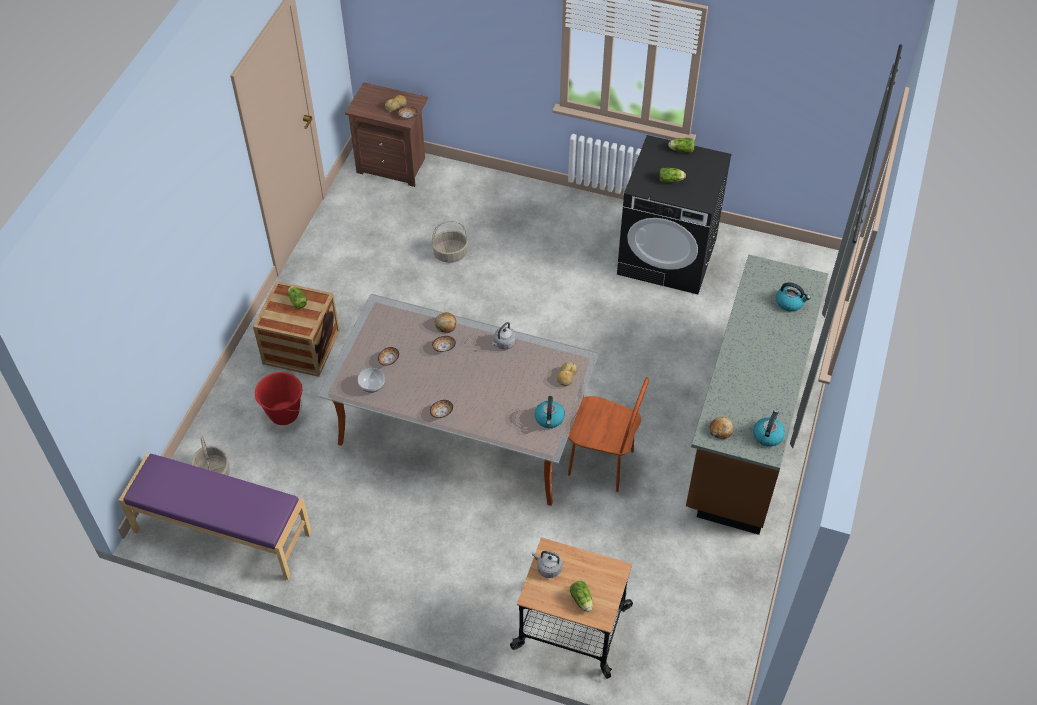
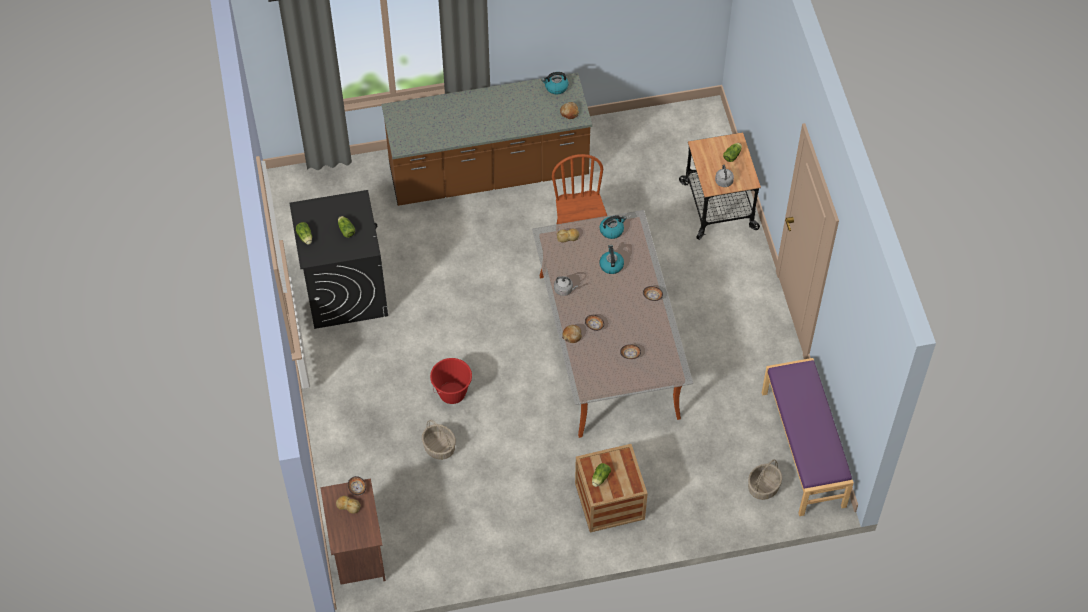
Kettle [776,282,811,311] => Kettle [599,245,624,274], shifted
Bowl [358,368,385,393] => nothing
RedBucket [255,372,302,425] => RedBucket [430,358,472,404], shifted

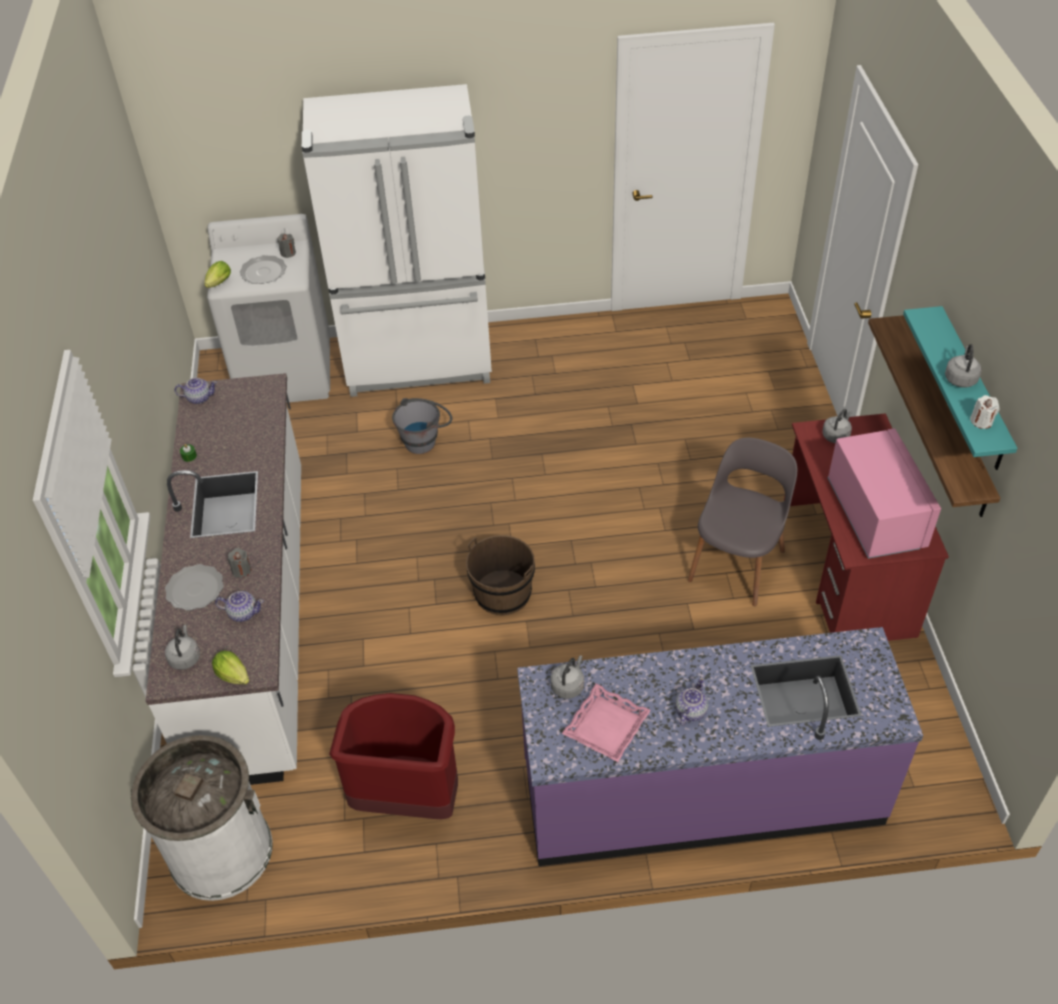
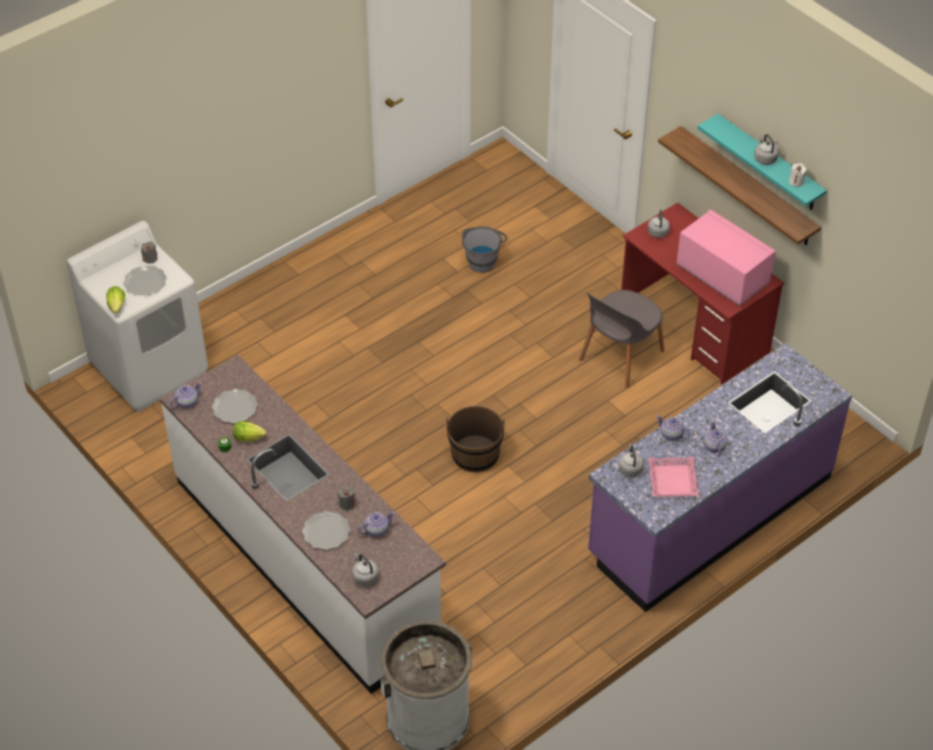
WhiteFridge [302,84,492,397] => nothing
GreyBucket [392,398,452,454] => GreyBucket [462,226,507,273], shifted
GreyChair [688,438,797,606] => GreyChair [579,290,664,388], 135 degrees counterclockwise
Lettuce [212,651,249,684] => Lettuce [233,421,267,442], shifted
RedTrashCan [329,693,458,819] => nothing
nothing => Plate [212,389,258,423]
nothing => Teapot [656,415,691,441]

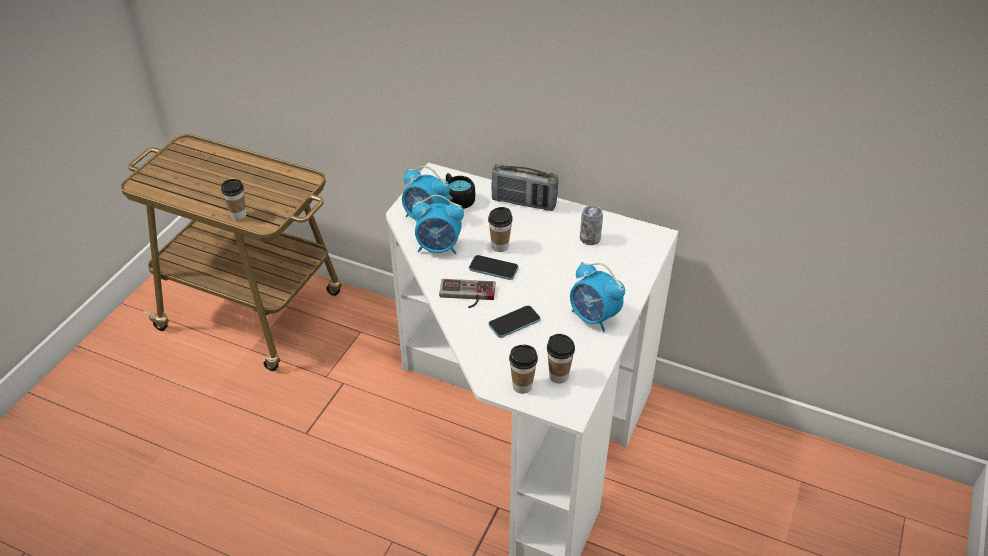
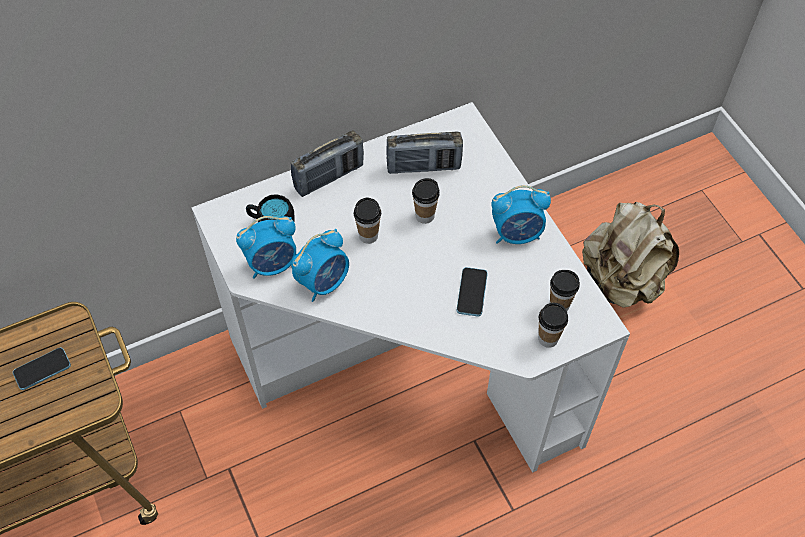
Cup [221,179,246,220] => Cup [412,178,440,224], shifted
Can [580,205,603,245] => Radio [386,132,463,174]
Phone [469,255,519,280] => Phone [13,348,71,390], shifted
GameController [439,279,496,308] => nothing
nothing => BeigeBackpack [582,201,679,308]

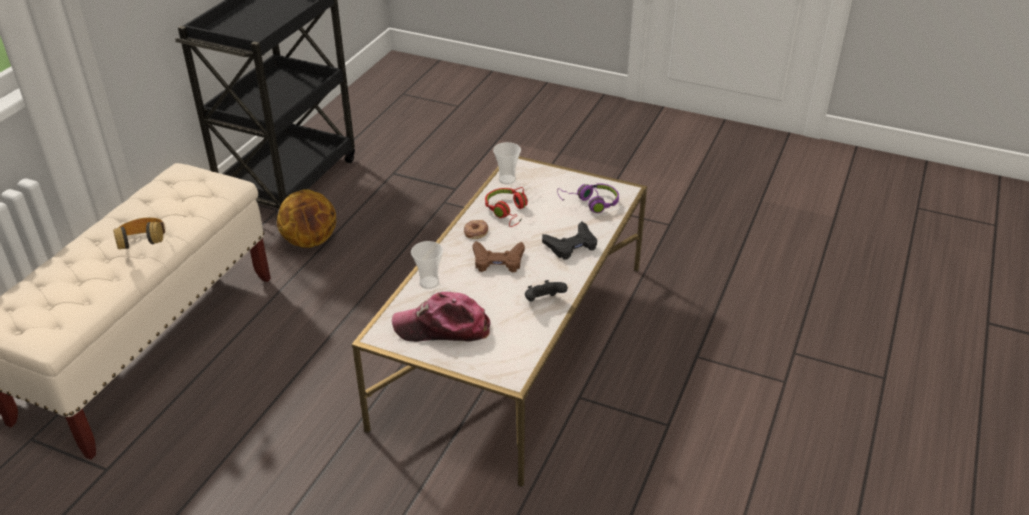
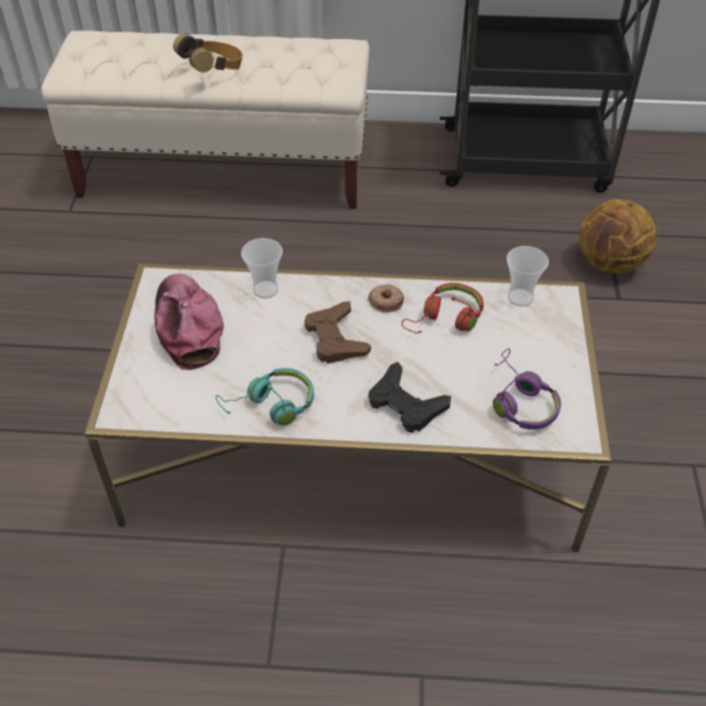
Basketball [277,189,336,248] => Basketball [579,199,657,274], shifted
BlackGameController [525,280,568,302] => TurquoiseHeadphones [216,368,314,426]

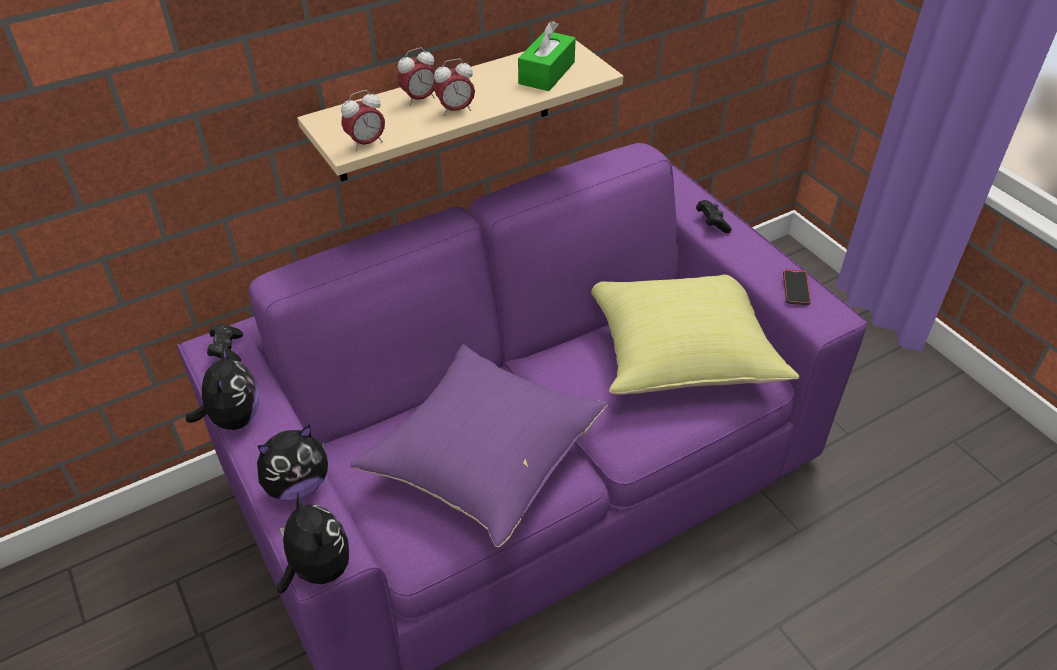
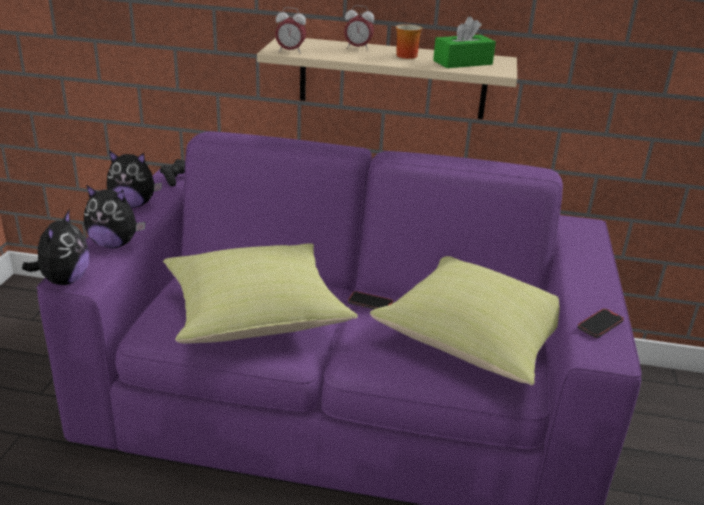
AlarmClock [434,59,475,116] => nothing
BlackGameController [696,200,732,233] => nothing
PurplePillow [350,344,608,547] => YellowPillow [163,243,358,344]
PlushToy [186,345,259,430] => PlushToy [107,151,162,208], 60 degrees clockwise
nothing => Mug [396,24,422,59]
nothing => Phone [348,291,393,309]

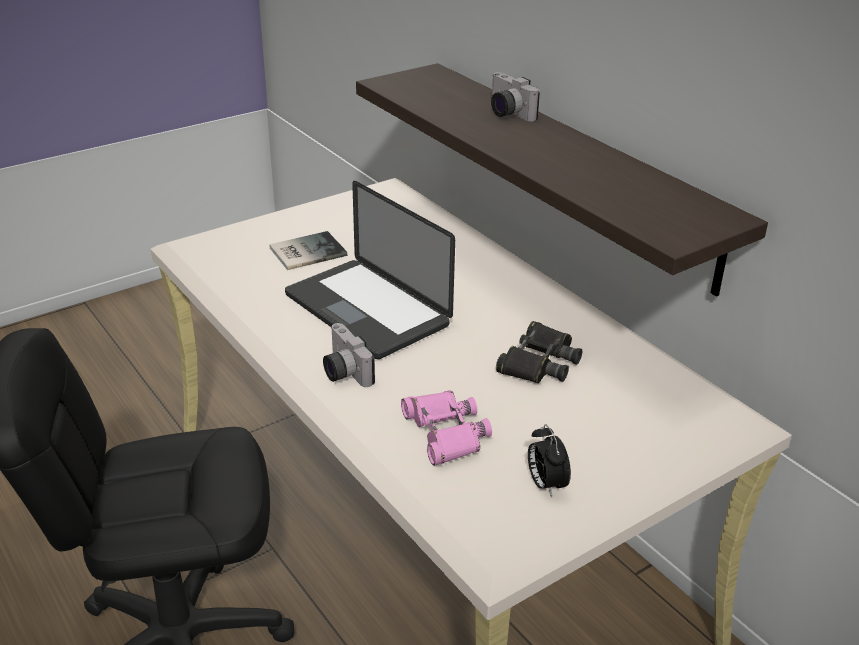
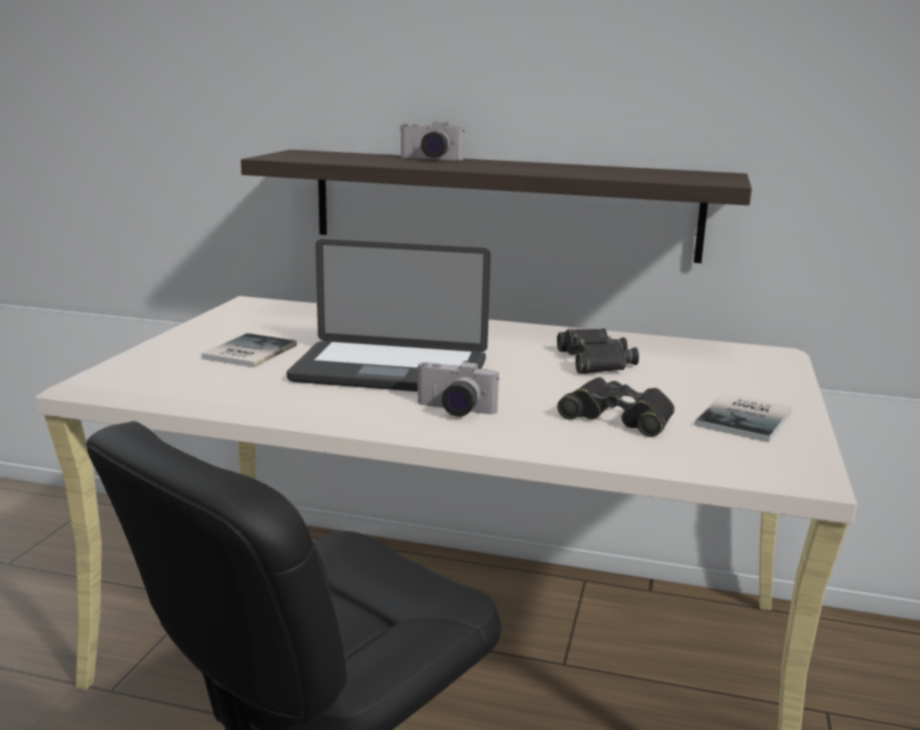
PinkBinoculars [401,391,492,466] => BlackBinoculars [557,377,675,437]
AlarmClock [528,424,571,497] => Book [695,393,792,442]

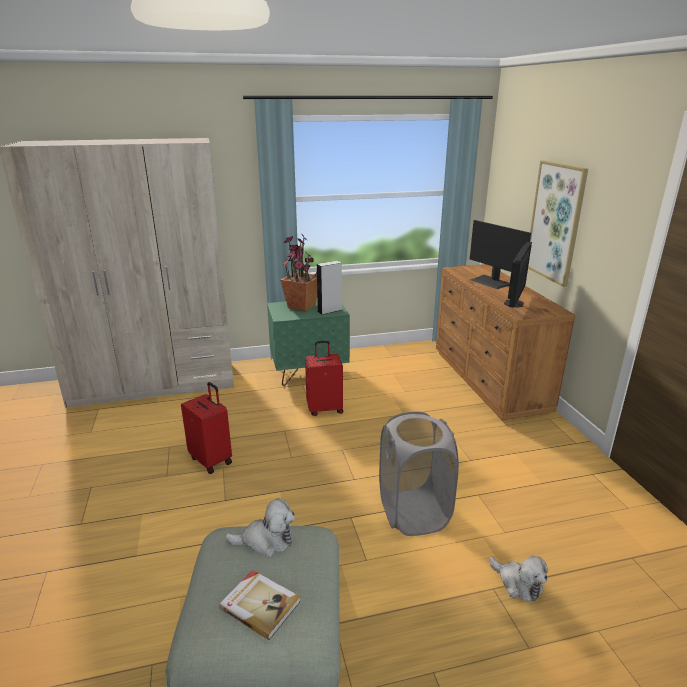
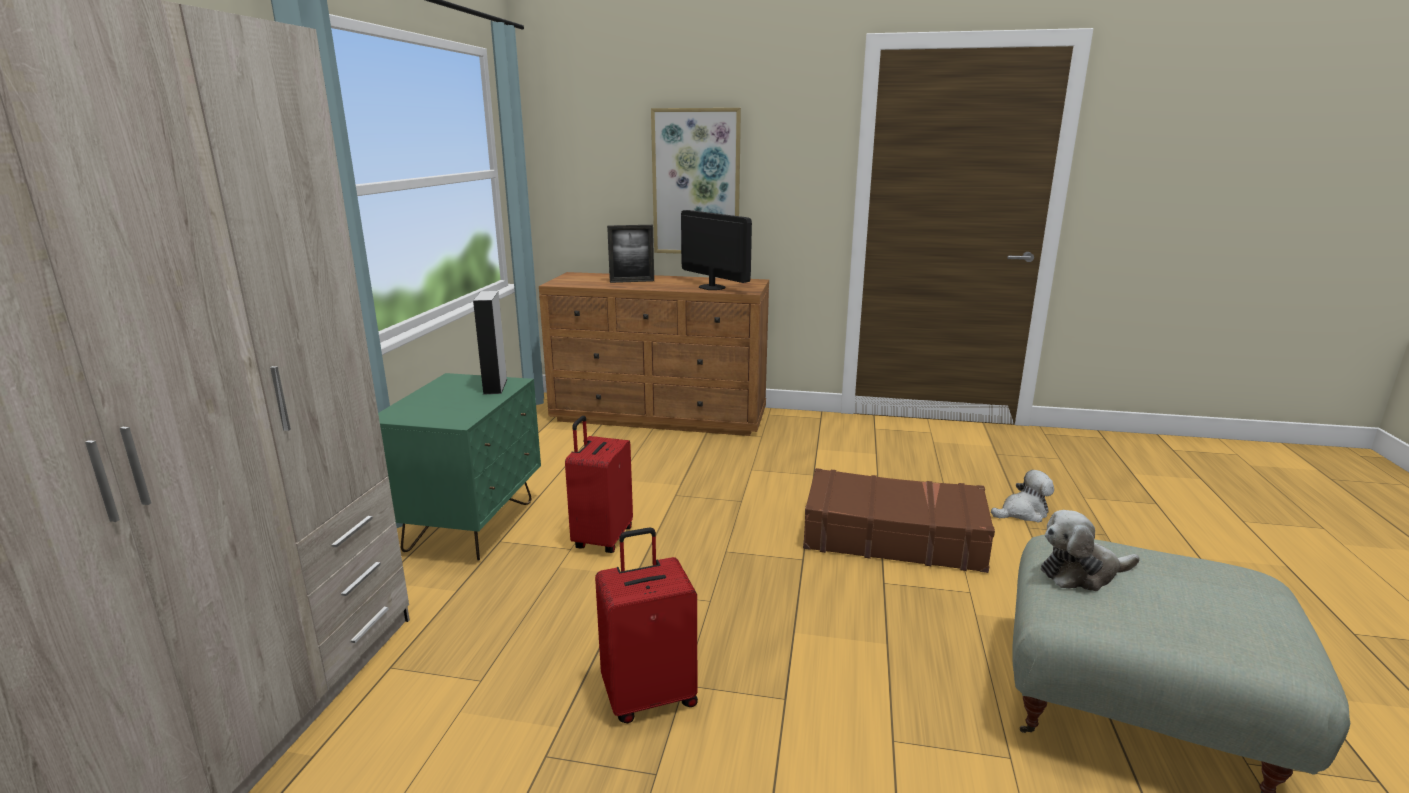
Monitor [470,220,531,289] => PictureFrame [607,225,654,283]
PottedPlant [280,234,317,312] => nothing
GreyLaundryBasket [379,411,459,536] => BrownSuitcase [803,468,995,573]
PlushToy [225,498,295,557] => PlushToy [1041,510,1139,591], 120 degrees counterclockwise
Book [219,570,300,640] => nothing

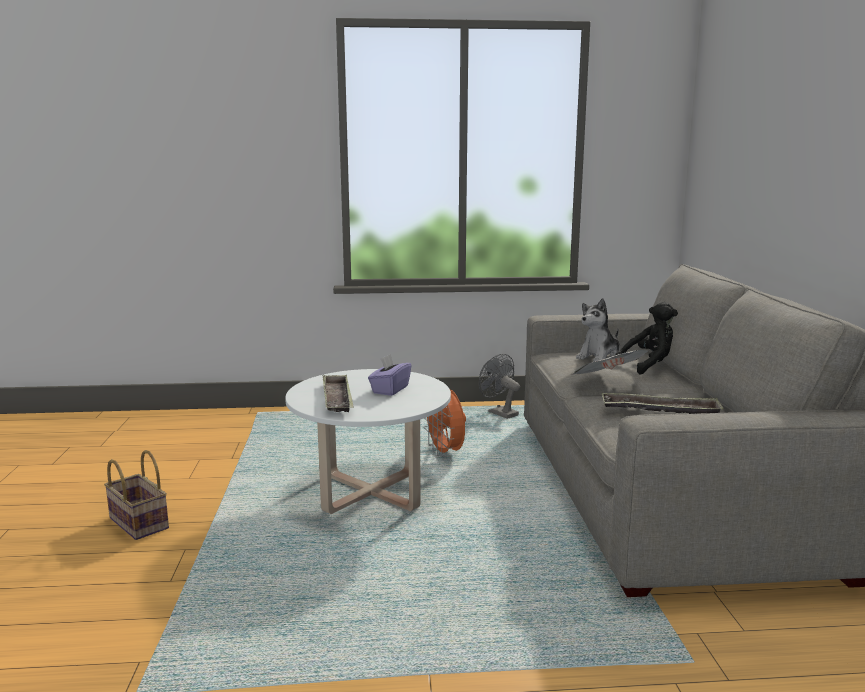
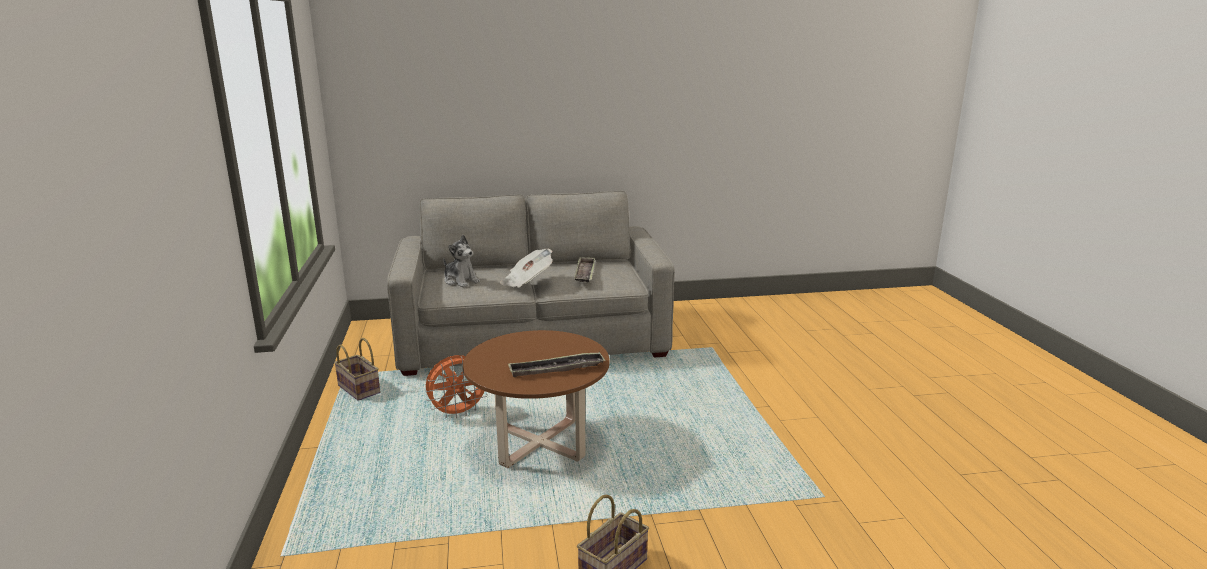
BlackPlushToy [615,302,678,374] => nothing
PurpleTissueBox [368,354,412,396] => nothing
GreyFan [479,354,520,419] => Basket [334,338,380,401]
WhiteCoffeeTable [285,369,451,514] => BrownCoffeeTable [463,330,610,468]

